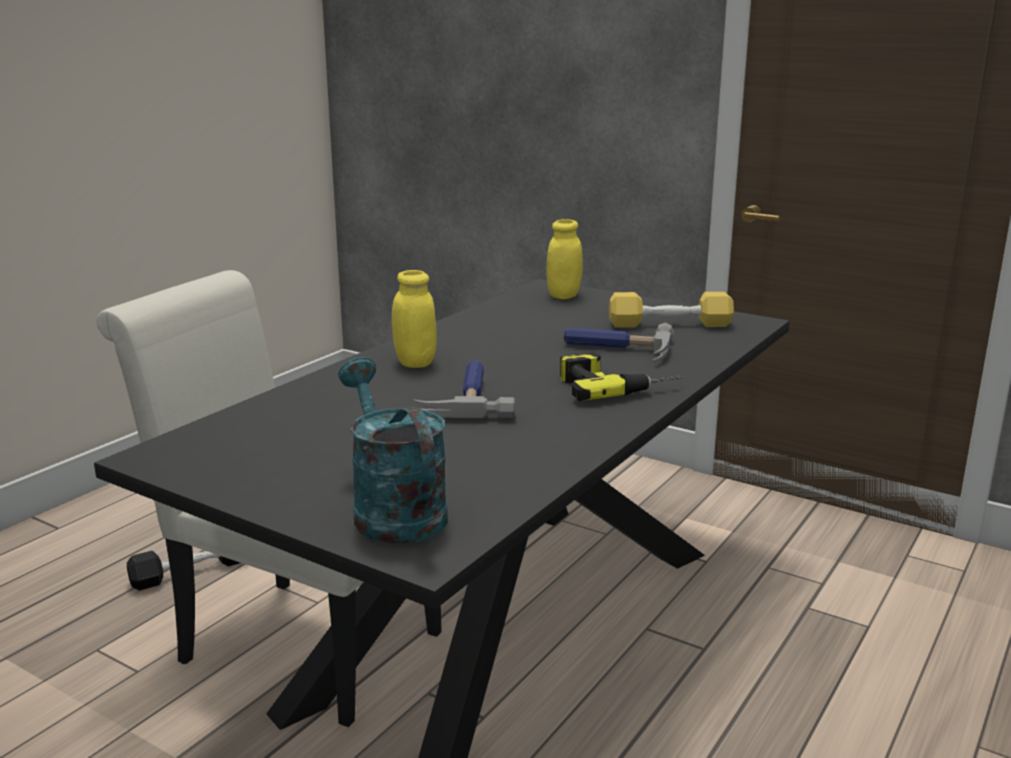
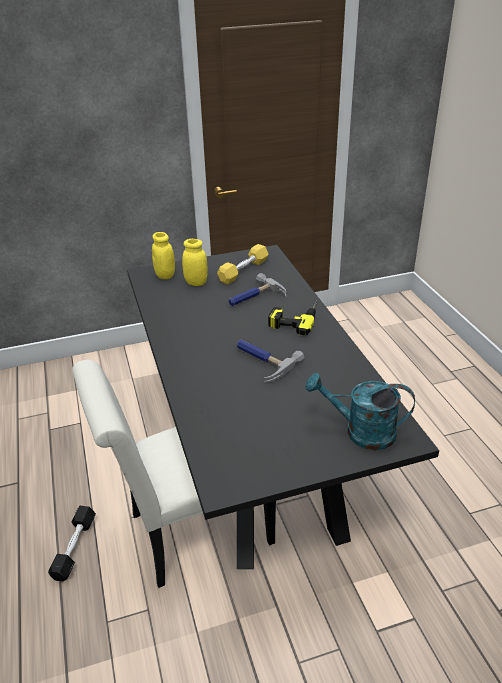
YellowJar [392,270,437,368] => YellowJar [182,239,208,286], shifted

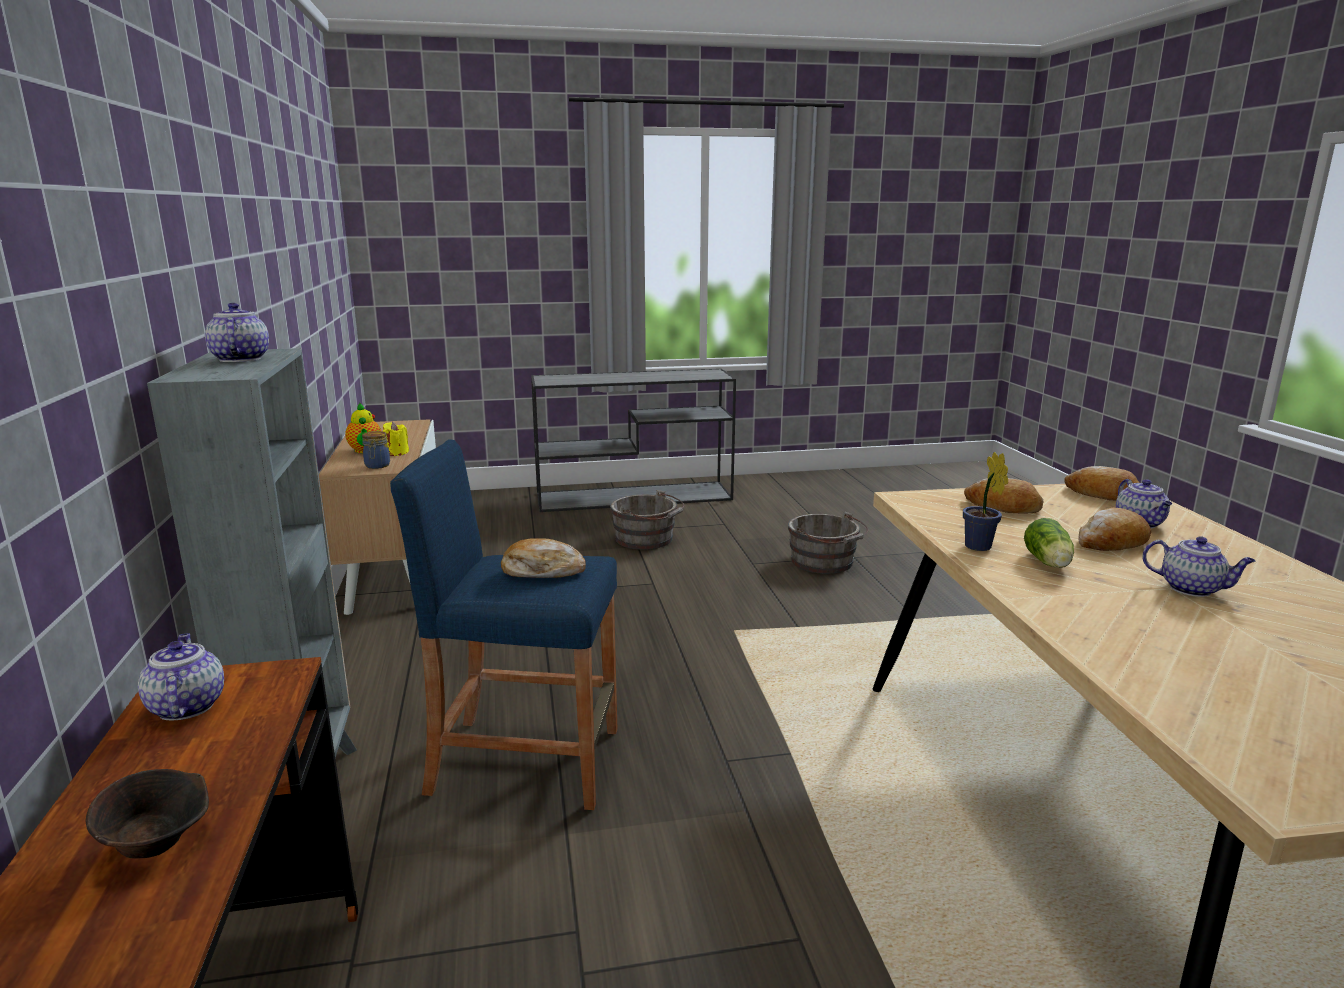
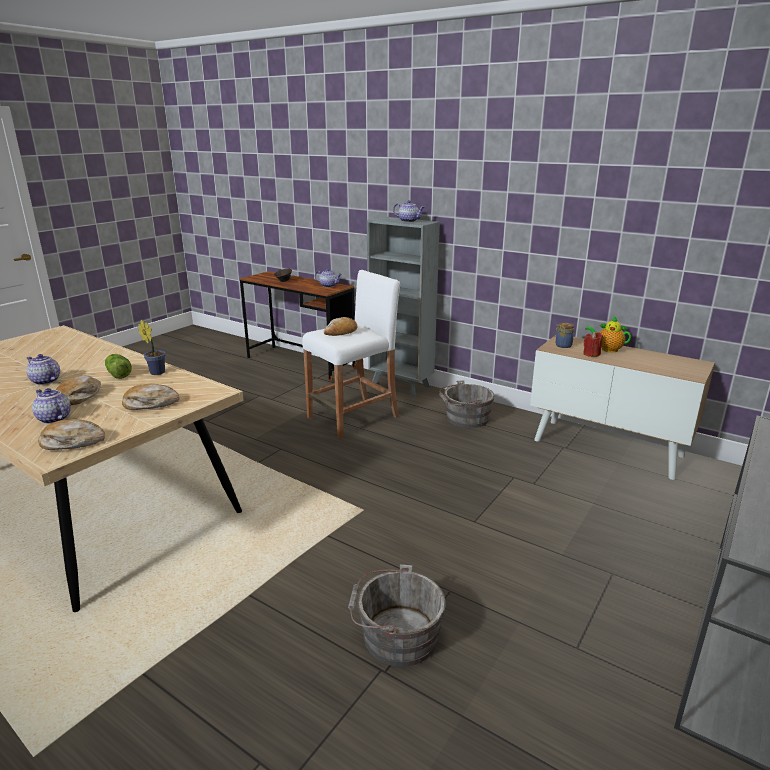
YellowCandle [383,422,409,456] => RedCandle [583,332,603,357]
BlueStool [390,439,617,810] => WhiteStool [302,270,400,439]
GreyBucket [610,490,684,550] => GreyBucket [439,380,494,428], shifted
Teapot [1142,536,1255,597] => Teapot [26,354,60,385], 45 degrees clockwise

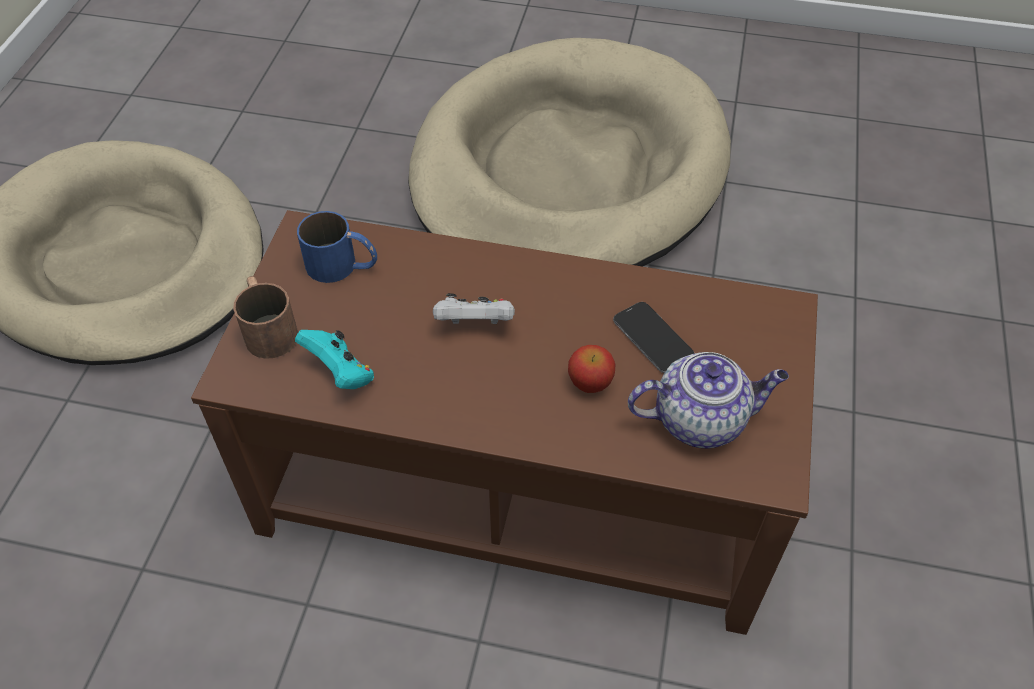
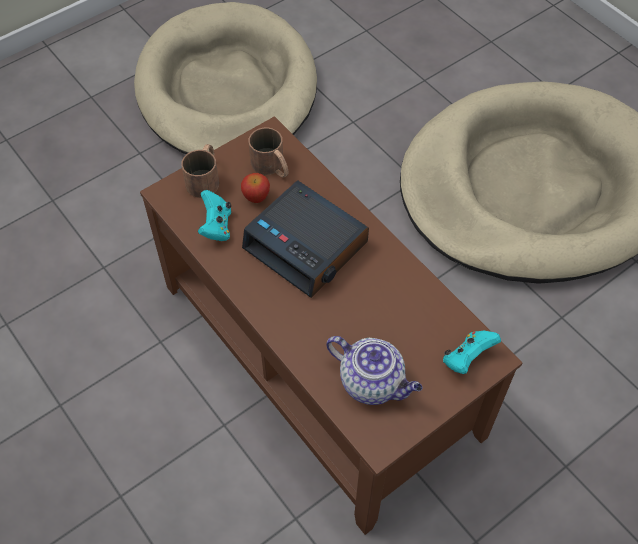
BlueMug [297,211,377,283] => BrownMug [249,128,288,178]
WhiteGameController [433,293,515,324] => AlarmClock [242,181,369,298]
Phone [613,302,694,373] => nothing
Apple [568,345,615,393] => Apple [241,173,270,203], shifted
nothing => TurquoiseGameController [443,331,501,374]

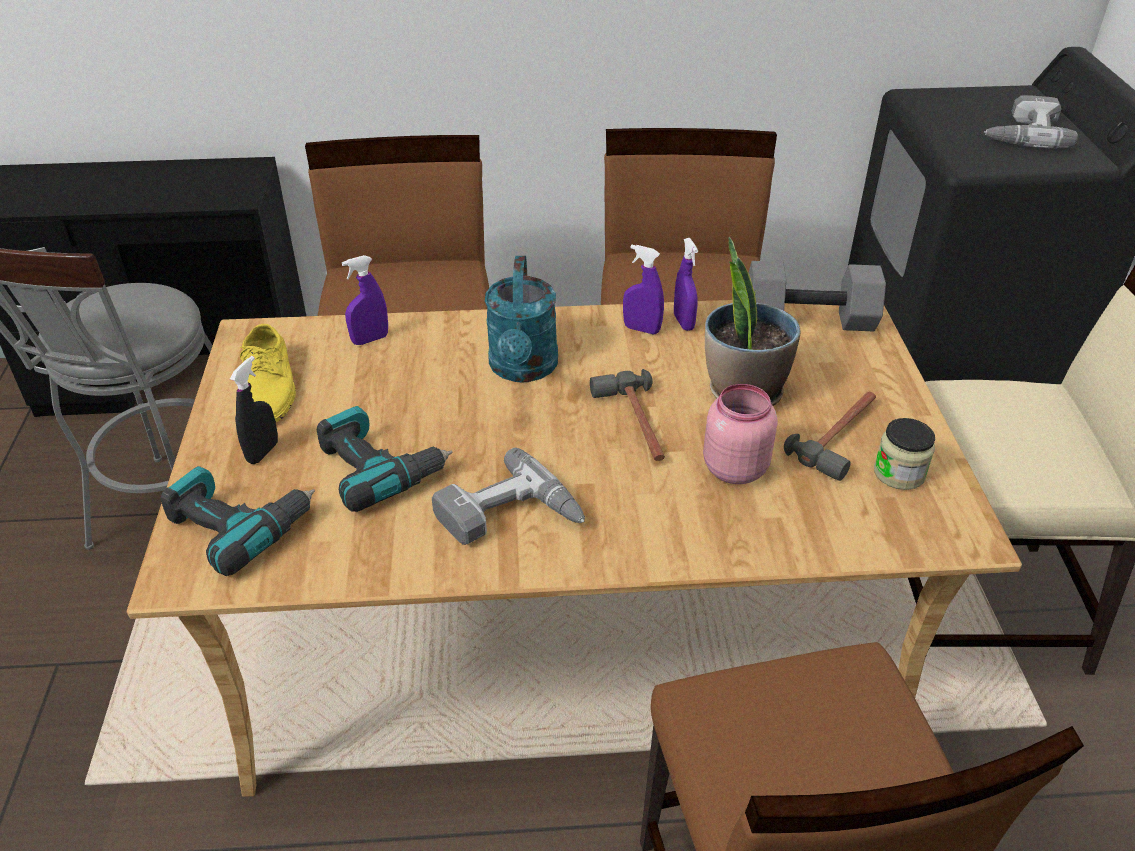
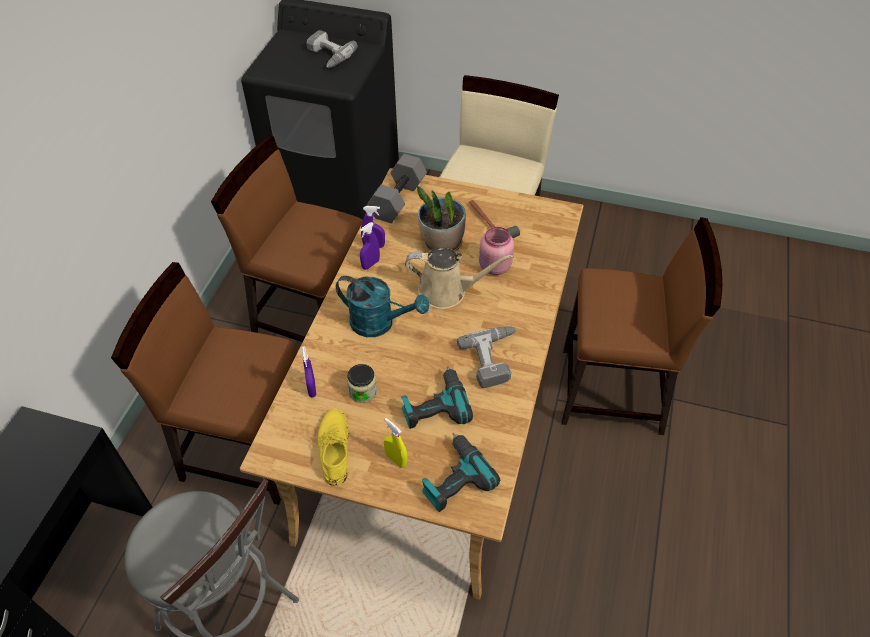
YellowShoe [239,324,296,422] => YellowShoe [317,409,349,486], 105 degrees counterclockwise
BlackSprayBottle [230,356,278,464] => YellowSprayBottle [384,418,408,468]
Hammer [590,369,665,461] => BeigeWateringCan [405,248,514,309]
Jar [874,418,935,490] => Jar [347,364,377,403], shifted

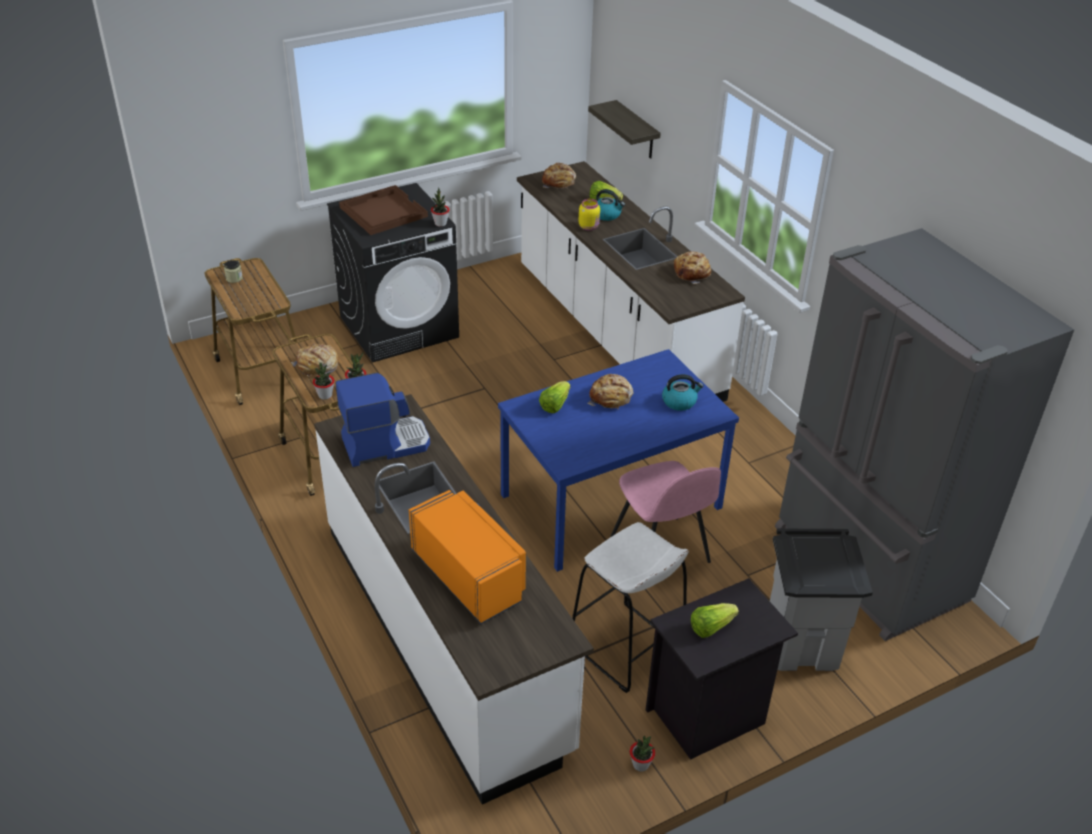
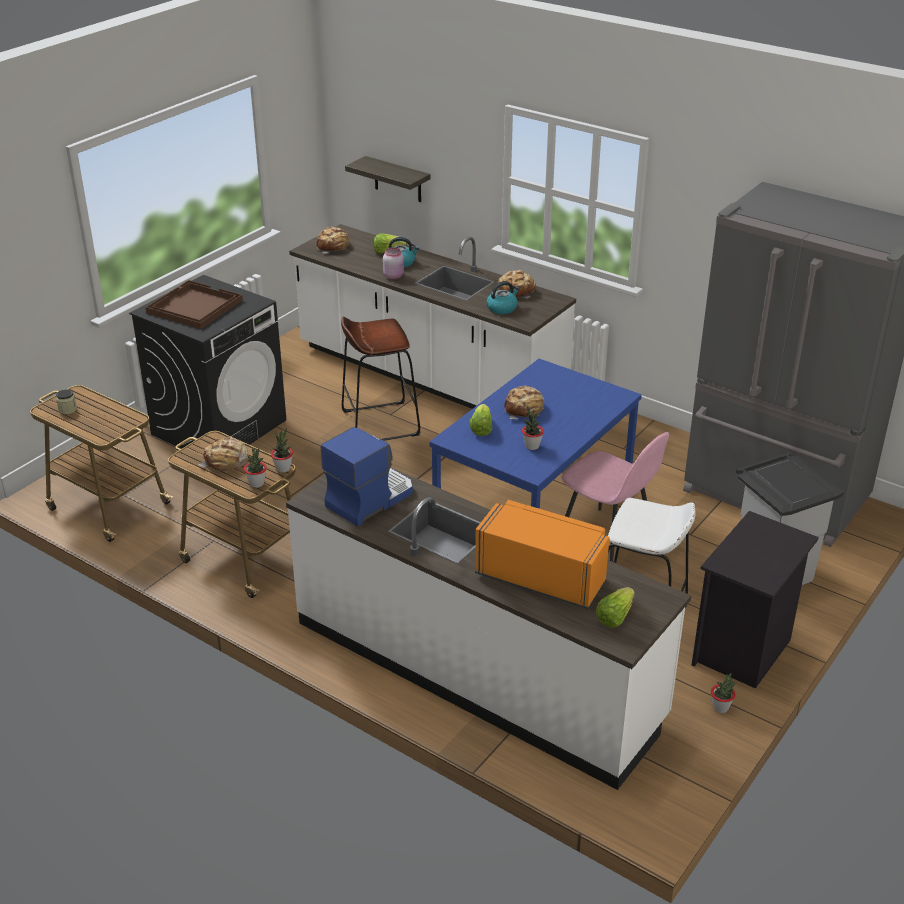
PottedPlant [431,187,450,227] => PottedPlant [522,406,544,450], shifted
YellowJar [578,199,600,231] => PinkJar [383,248,404,279]
Kettle [662,374,704,411] => Kettle [487,281,519,314], shifted
Lettuce [691,603,739,638] => Lettuce [596,587,635,628], shifted
nothing => BrownStool [341,317,421,441]

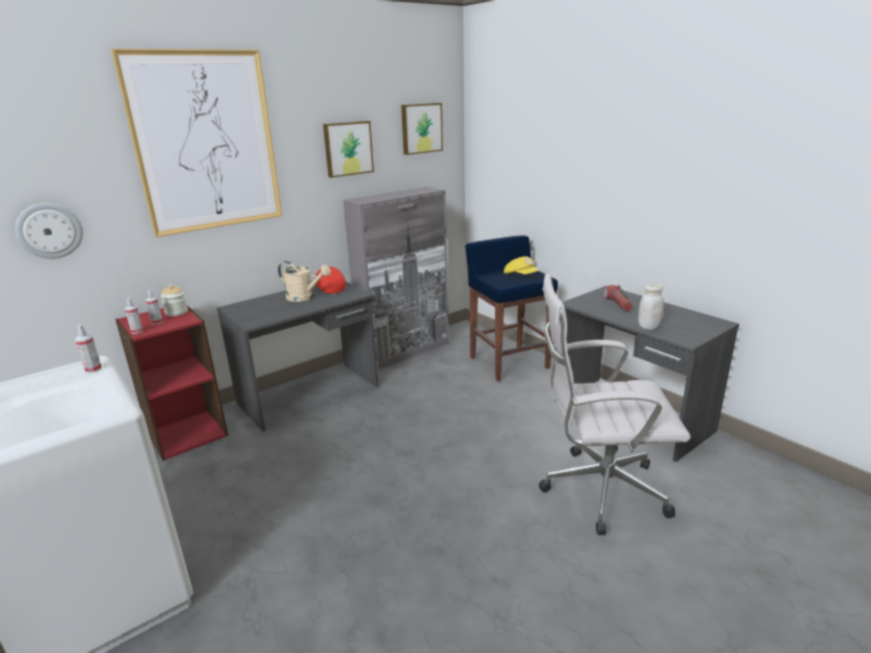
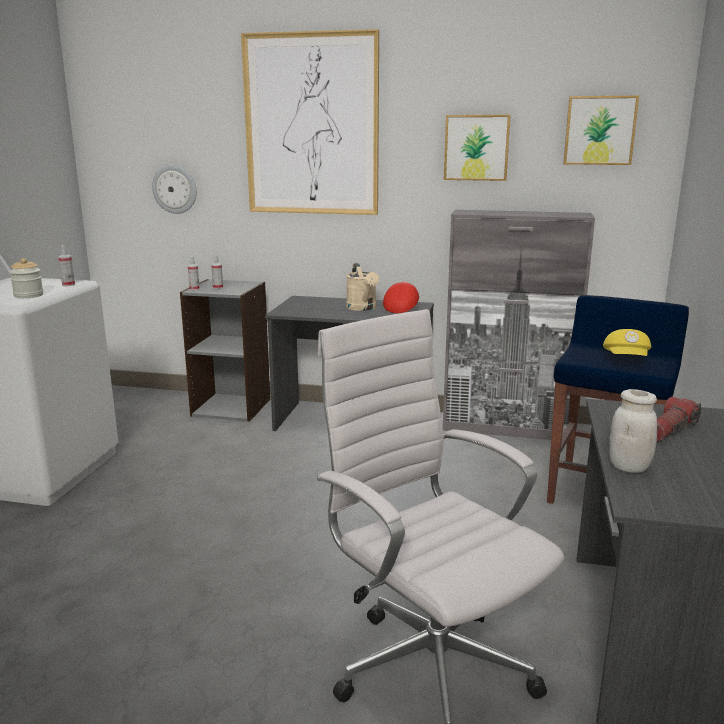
Jar [161,285,188,316] => Jar [10,258,43,298], shifted
RedBookcase [115,306,228,460] => GreyBookcase [180,279,270,422]

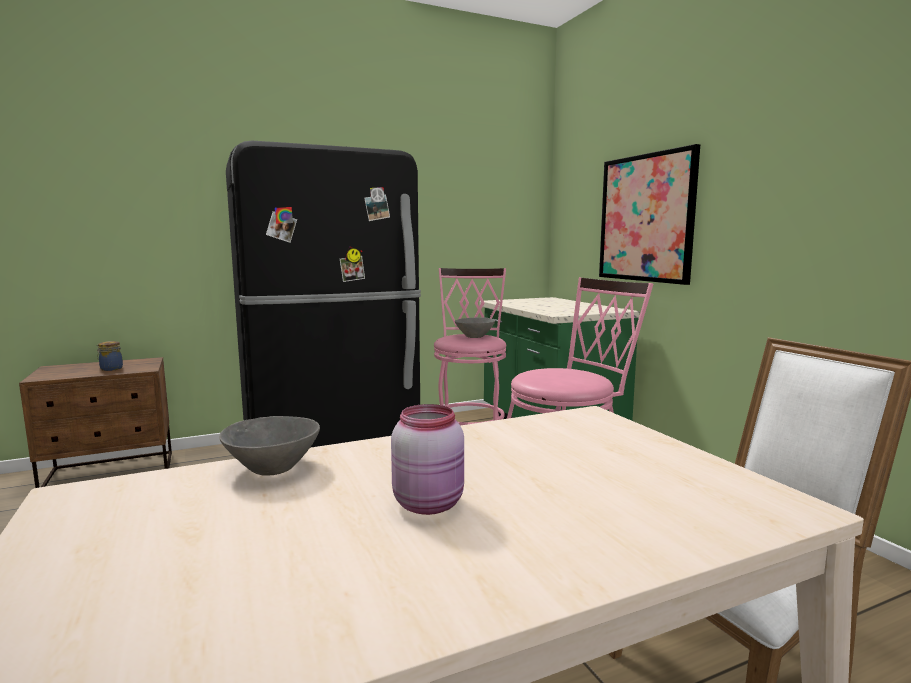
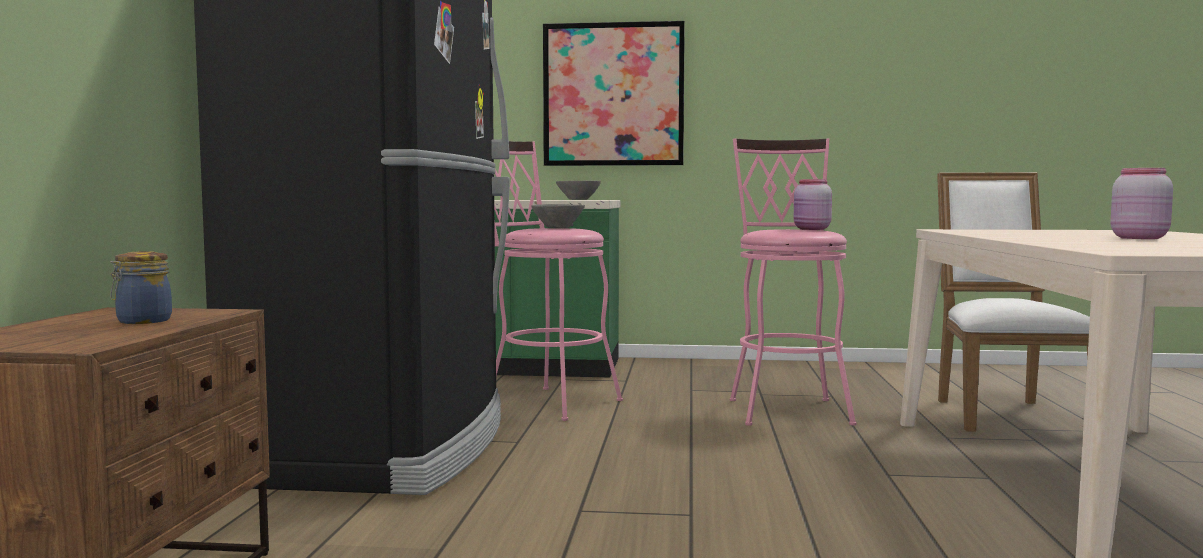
GreyBowl [219,416,320,476] => GreyBowl [556,181,601,200], shifted
nothing => PinkJar [794,179,832,230]

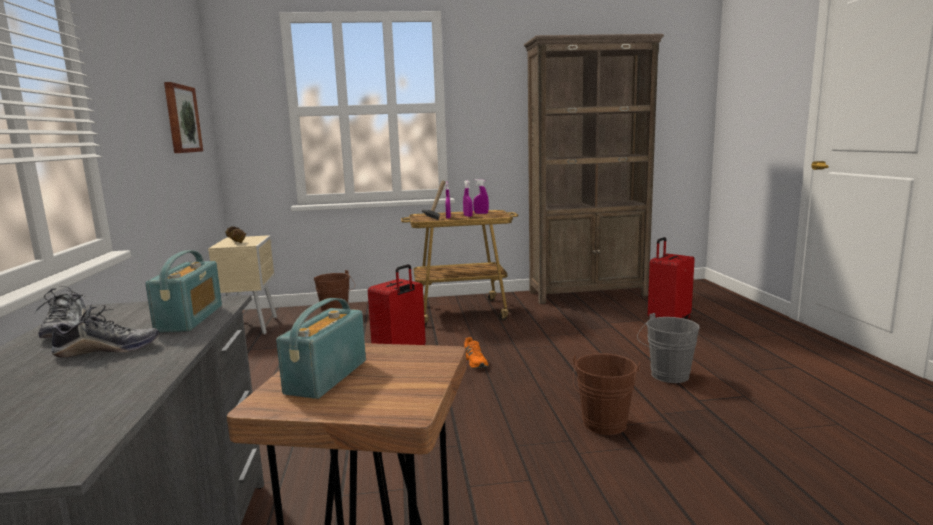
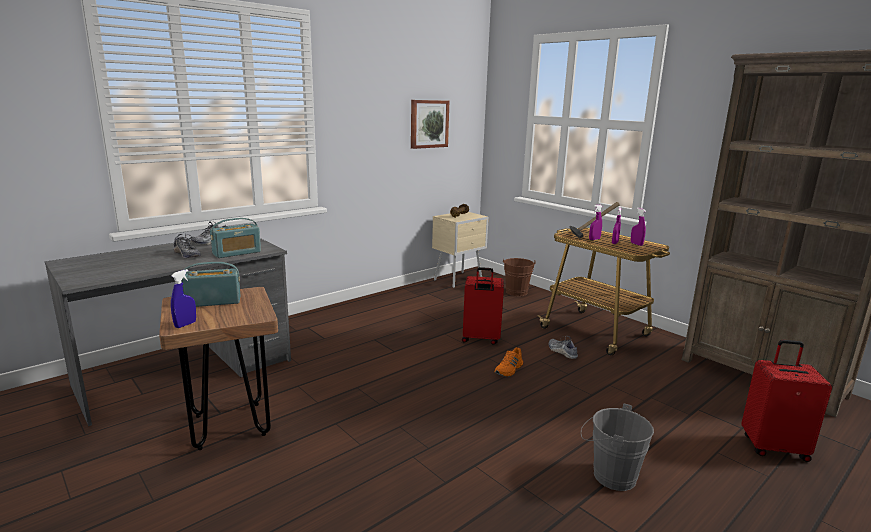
BrownBucket [573,353,640,435] => nothing
nothing => BlueSprayBottle [171,269,196,328]
nothing => Shoe [549,336,578,359]

